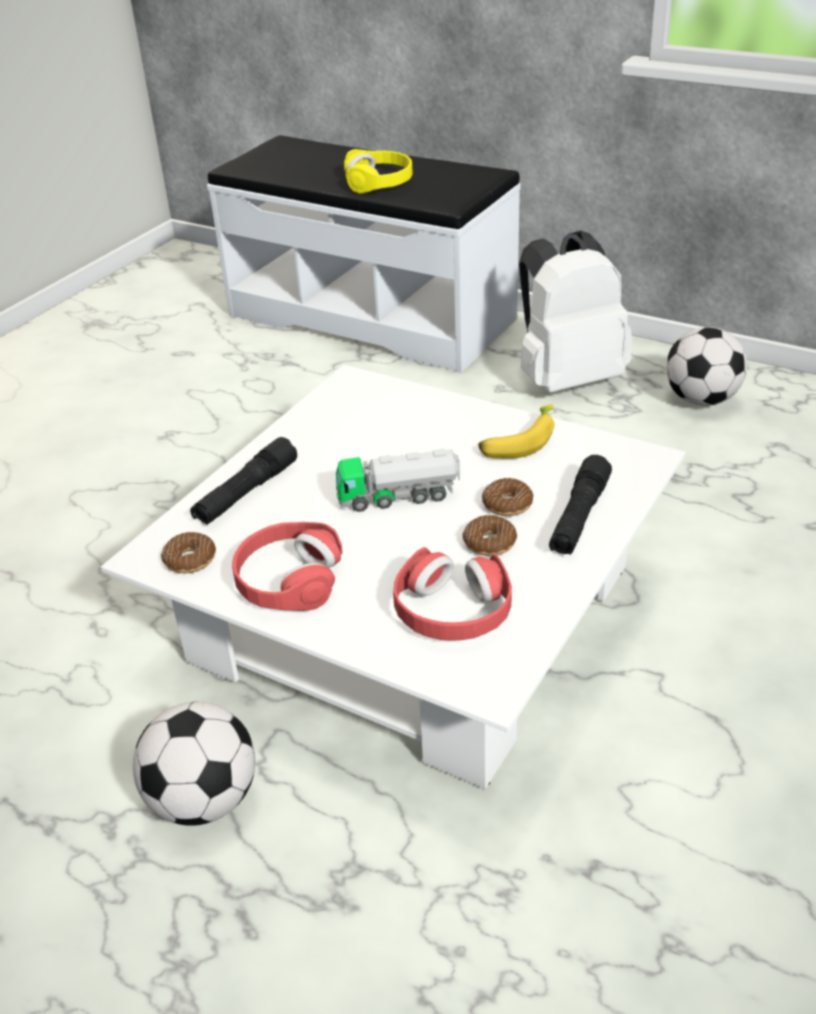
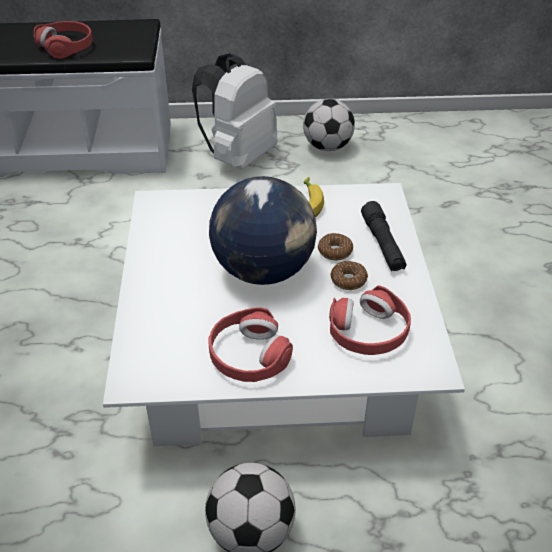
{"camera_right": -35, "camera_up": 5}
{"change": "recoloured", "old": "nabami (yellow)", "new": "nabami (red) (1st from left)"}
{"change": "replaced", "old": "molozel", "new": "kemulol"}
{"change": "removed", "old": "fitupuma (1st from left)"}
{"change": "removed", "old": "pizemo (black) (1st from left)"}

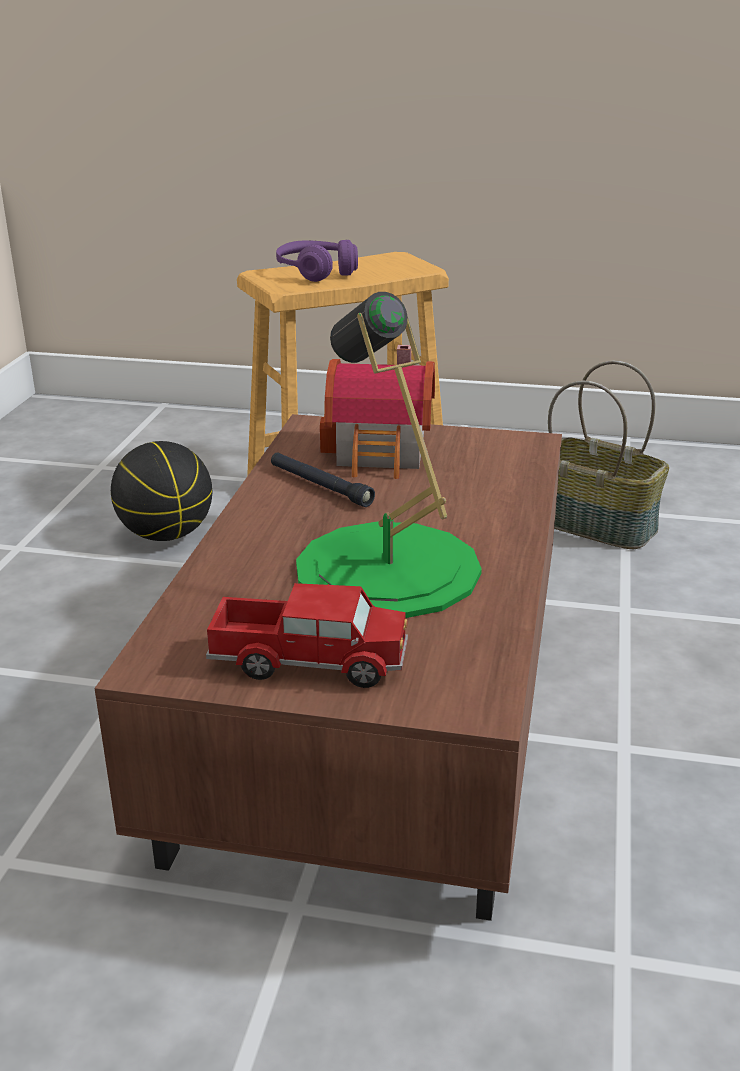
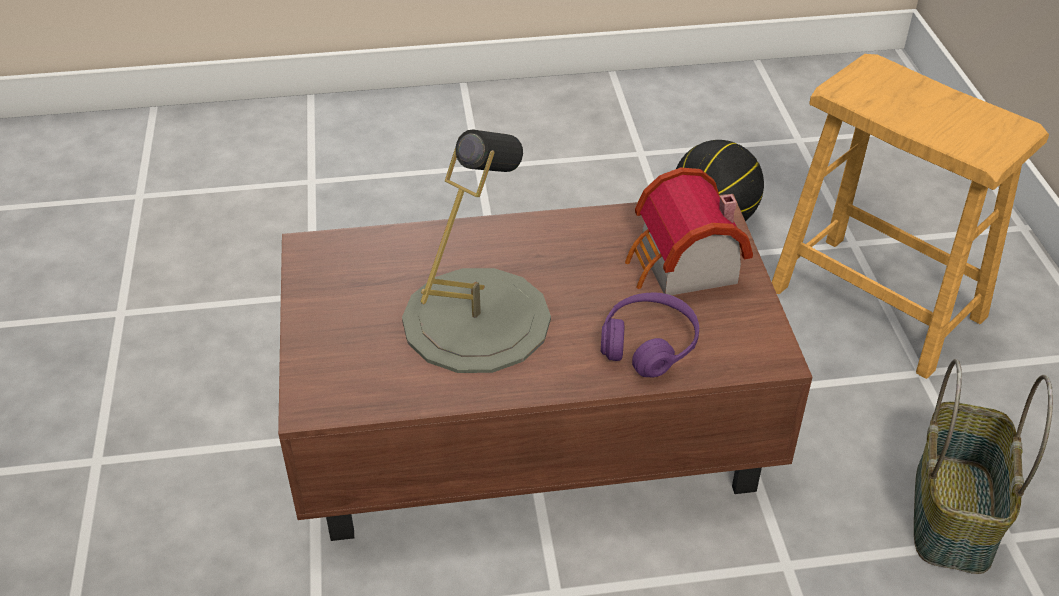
{"camera_right": 70, "camera_up": 15}
{"change": "recoloured", "old": "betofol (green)", "new": "betofol (grey)"}
{"change": "moved", "old": "nabami (purple)"}
{"change": "removed", "old": "molozel"}
{"change": "removed", "old": "pizemo (black)"}

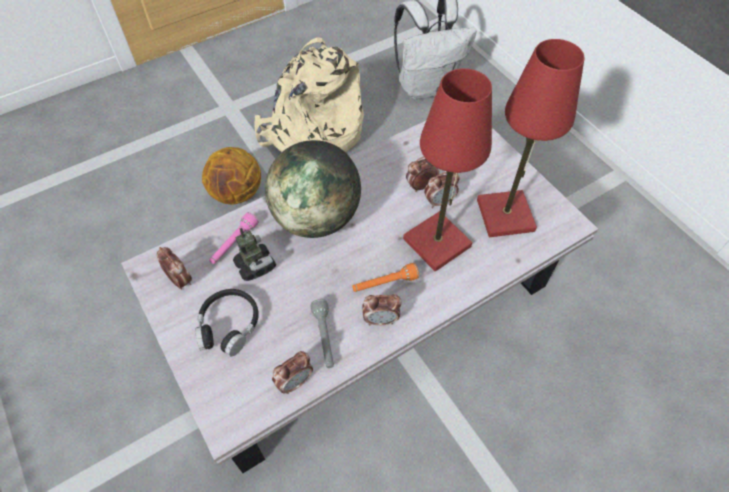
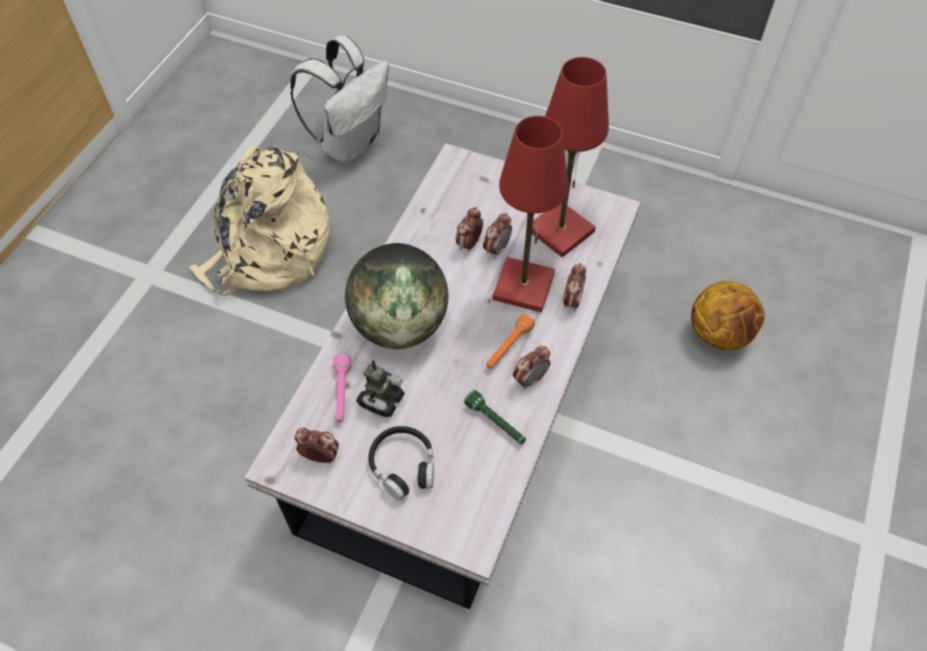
{"camera_right": -35, "camera_up": 0}
{"change": "turned", "old": "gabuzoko", "degrees": 90}
{"change": "recoloured", "old": "pizemo (grey)", "new": "pizemo (green)"}
{"change": "moved", "old": "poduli (2nd from left in the first image)", "new": "poduli (5th from left)"}
{"change": "moved", "old": "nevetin"}

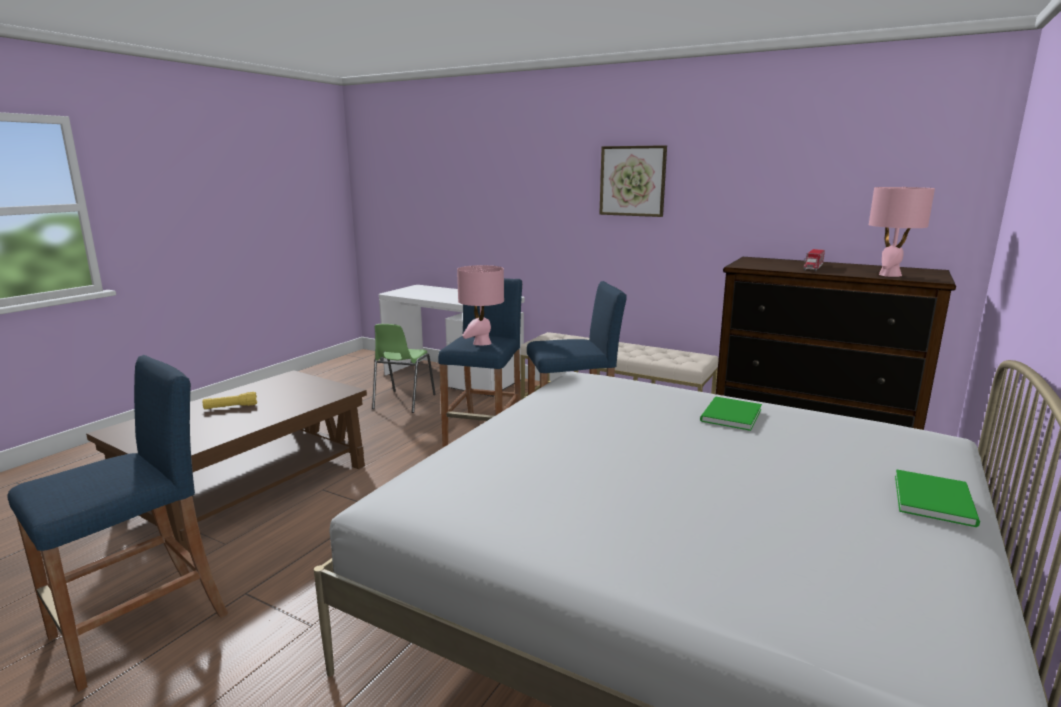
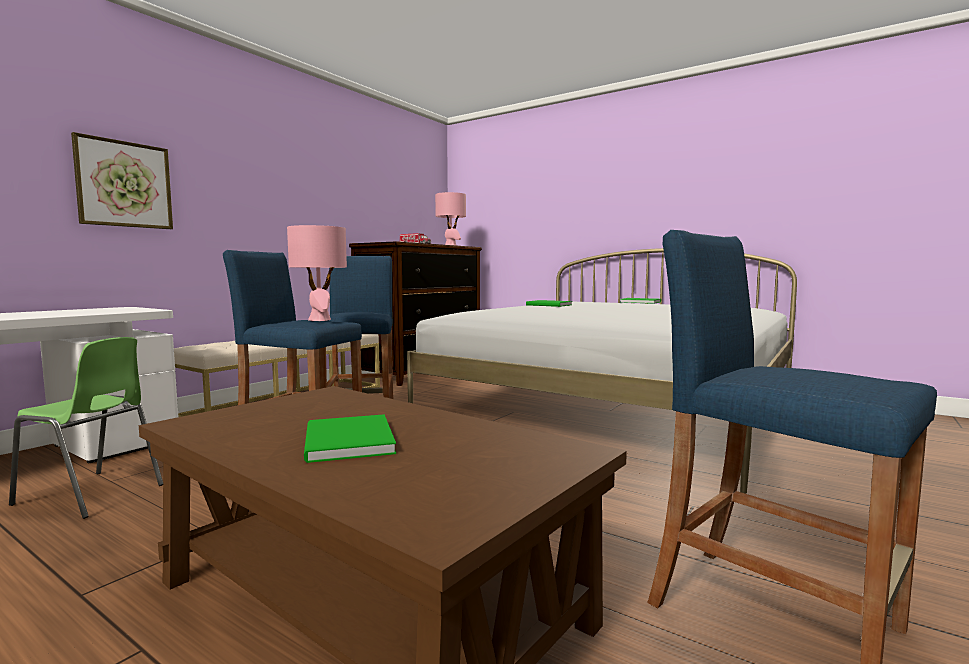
{"camera_right": -85, "camera_up": -10}
{"change": "moved", "old": "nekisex"}
{"change": "replaced", "old": "pizemo (yellow)", "new": "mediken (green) (1st from left)"}

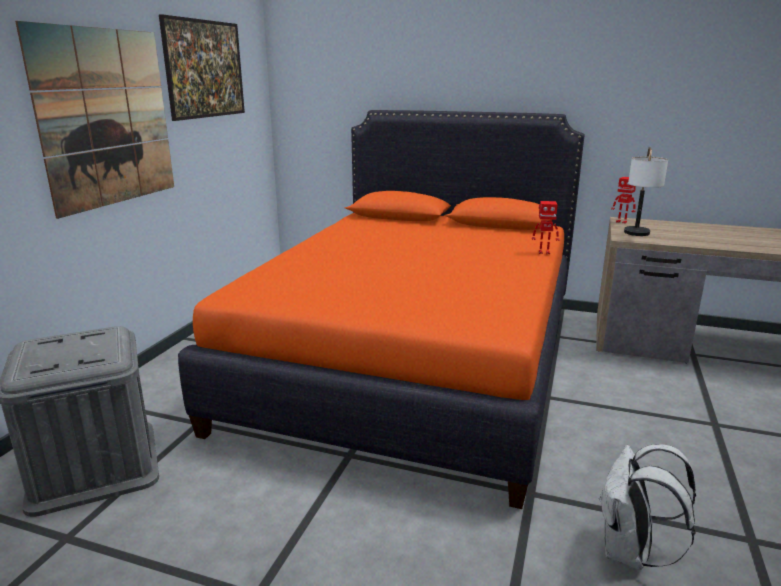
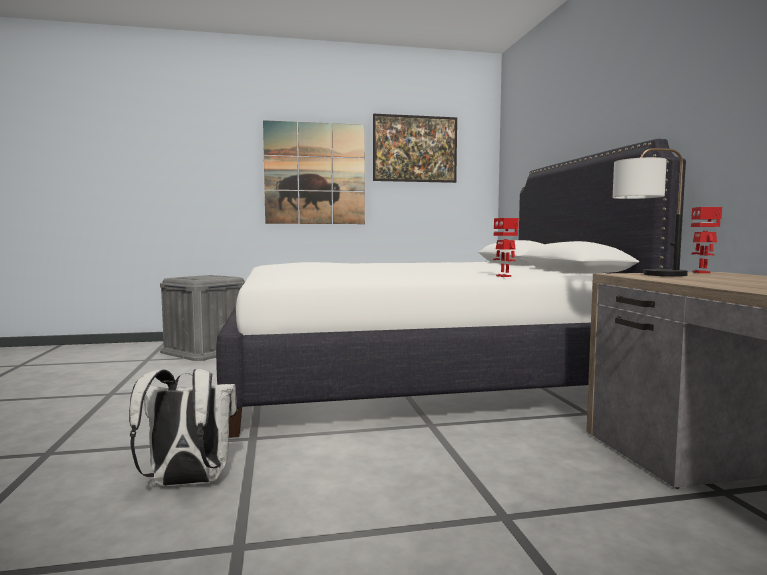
{"camera_right": 60, "camera_up": -15}
{"change": "recoloured", "old": "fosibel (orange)", "new": "fosibel (white)"}

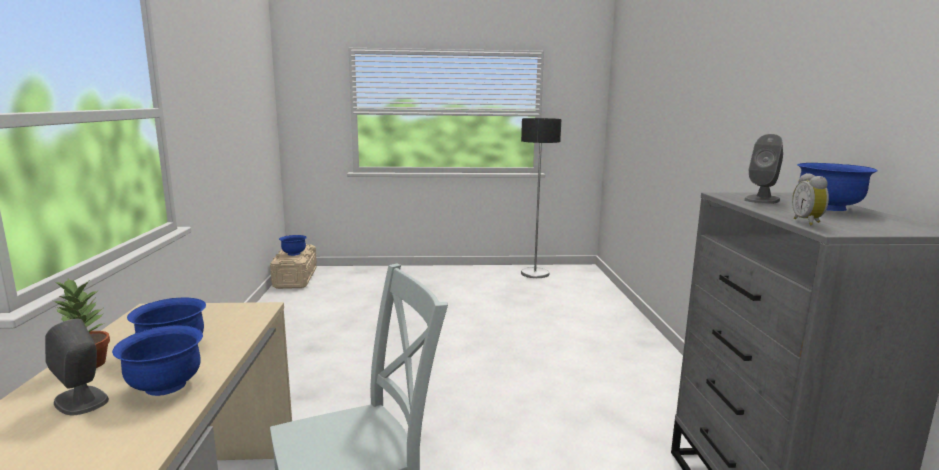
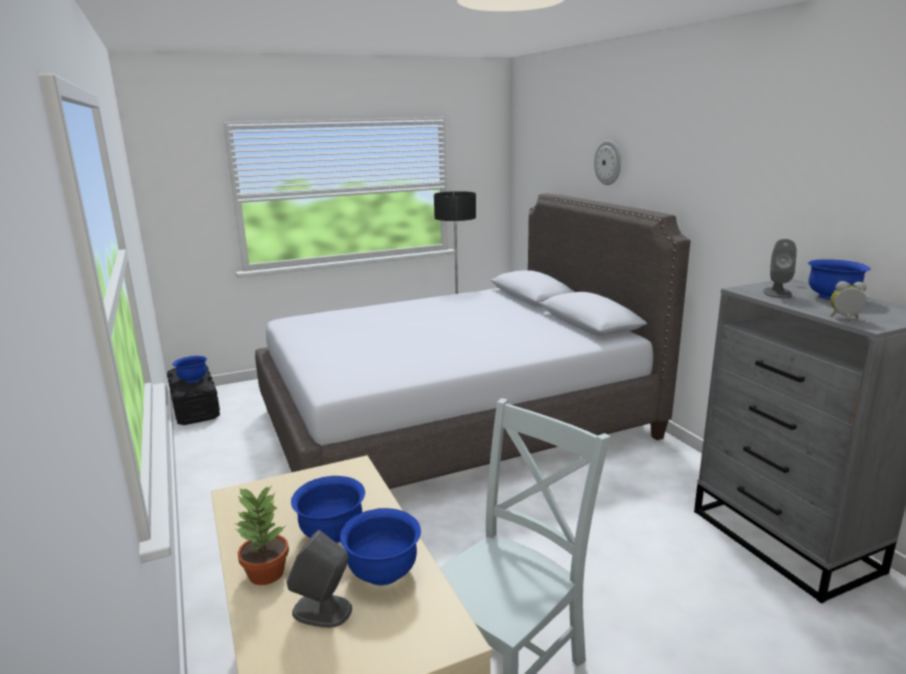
{"camera_right": -20, "camera_up": 5}
{"change": "recoloured", "old": "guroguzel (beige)", "new": "guroguzel (black)"}
{"change": "added", "new": "fosibel (grey)"}
{"change": "added", "new": "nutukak"}
{"change": "turned", "old": "poduli", "degrees": 120}

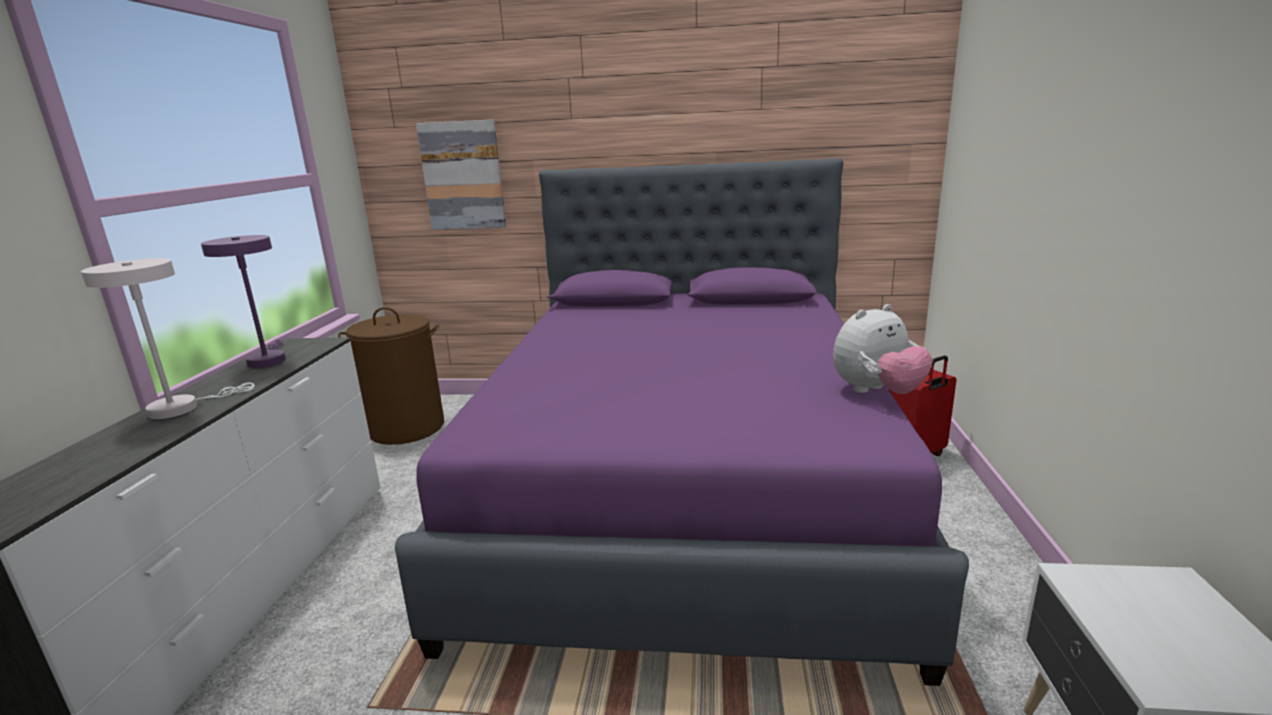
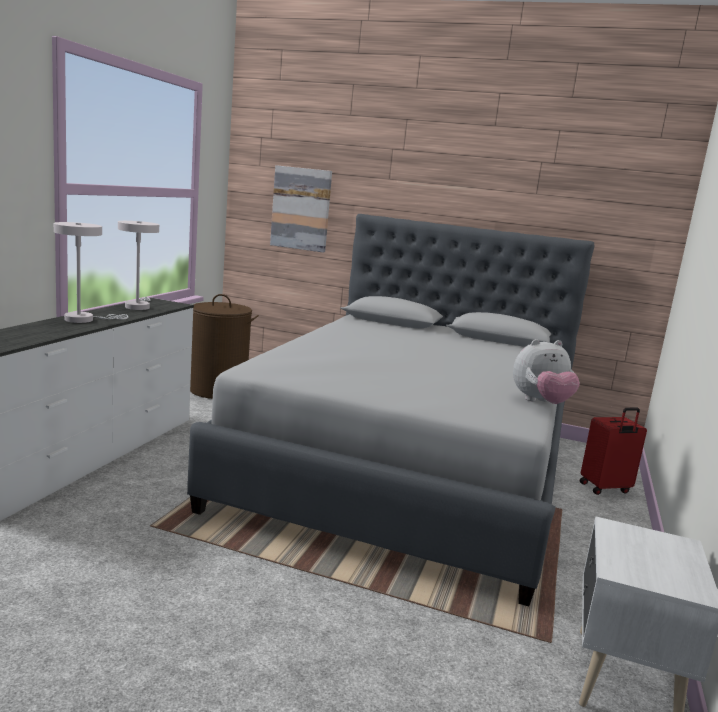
{"camera_right": 10, "camera_up": -5}
{"change": "recoloured", "old": "betofol (purple)", "new": "betofol (white) (2nd from left)"}
{"change": "recoloured", "old": "fosibel (purple)", "new": "fosibel (grey)"}

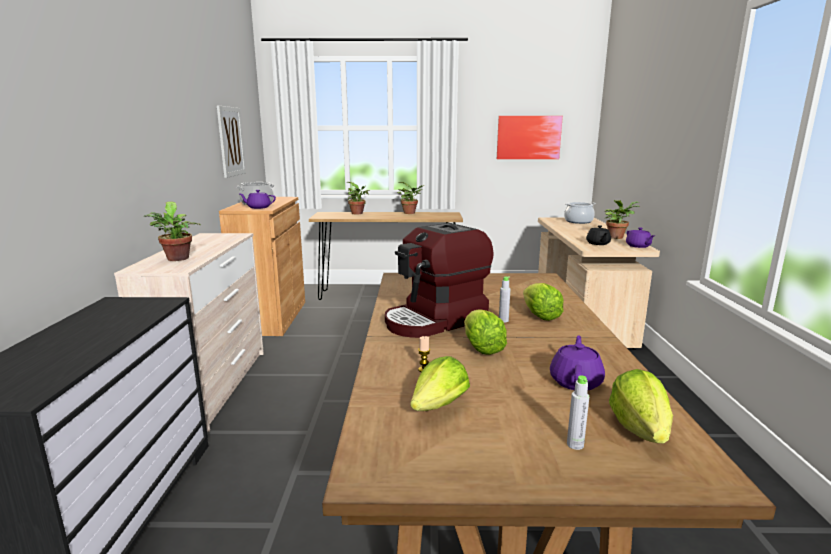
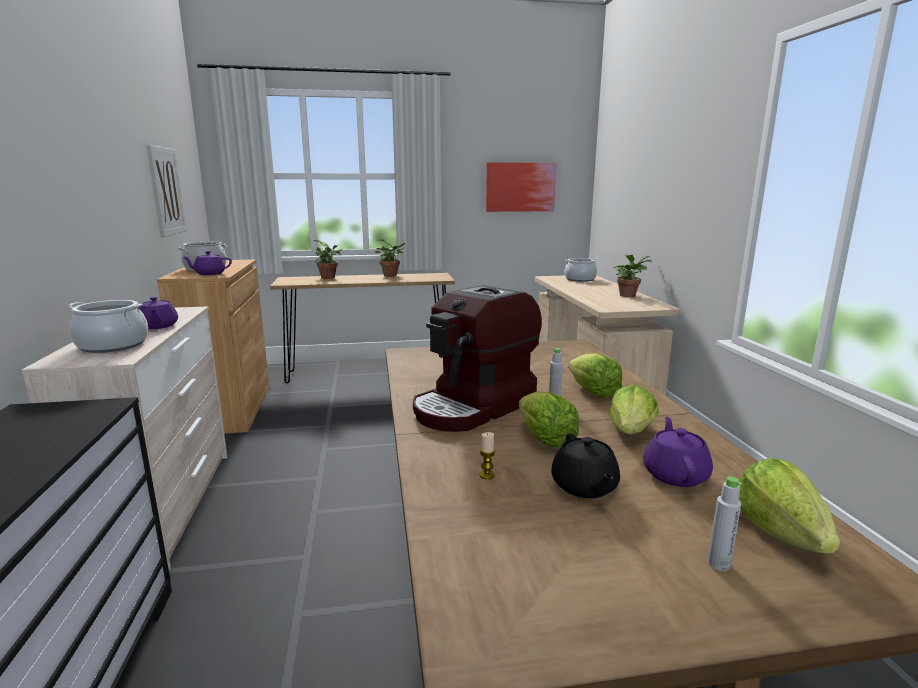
{"camera_right": -10, "camera_up": 0}
{"change": "replaced", "old": "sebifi (1st from left)", "new": "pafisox (1st from left)"}
{"change": "moved", "old": "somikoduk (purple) (3rd from left in the first image)", "new": "somikoduk (purple) (1st from left)"}
{"change": "moved", "old": "somikoduk (black)"}
{"change": "moved", "old": "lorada (1st from left in the first image)", "new": "lorada (3rd from left)"}

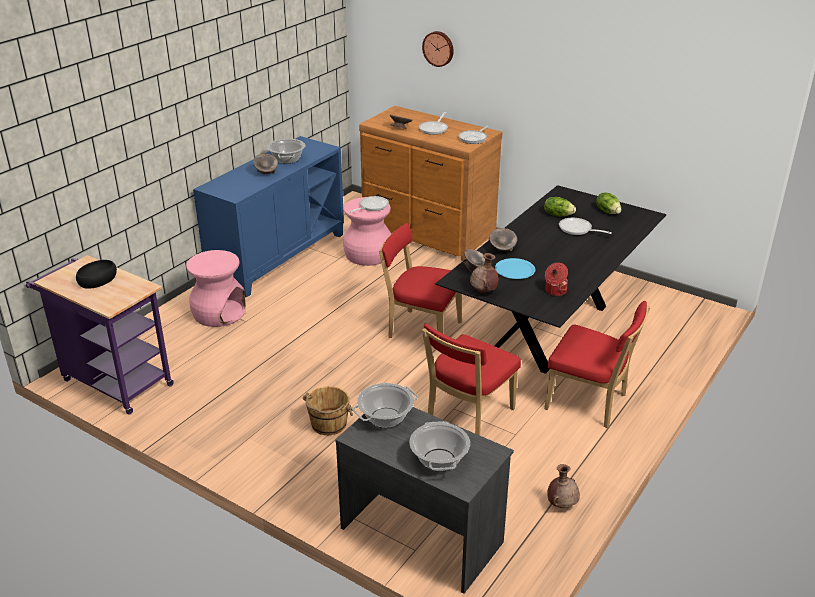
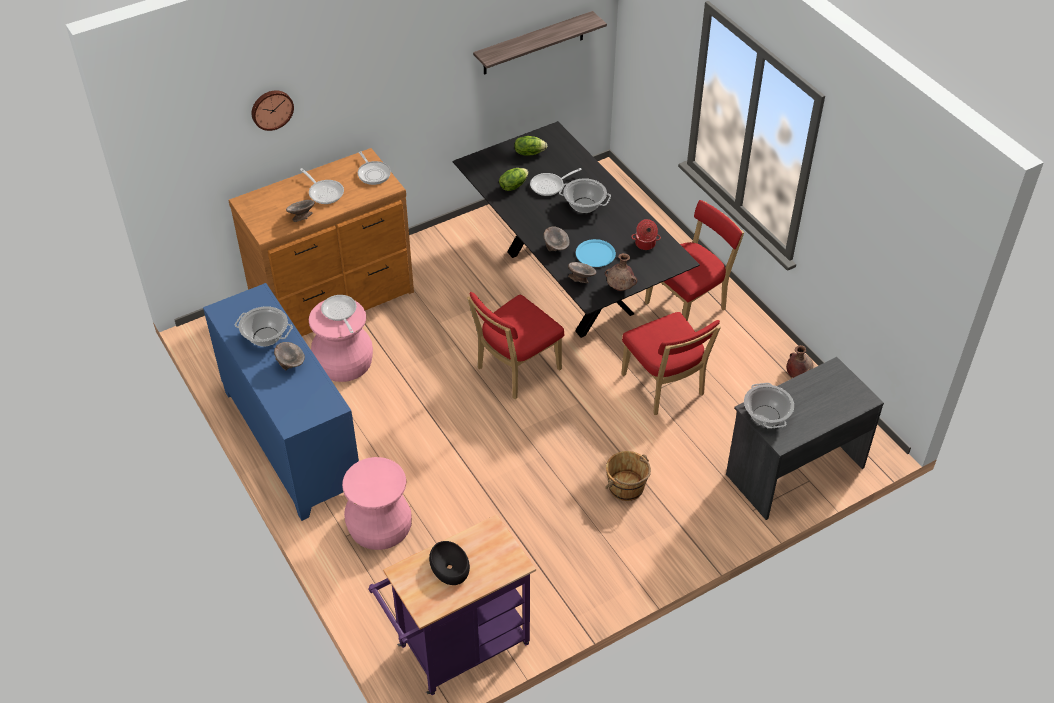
{"camera_right": -65, "camera_up": 15}
{"change": "added", "new": "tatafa"}
{"change": "moved", "old": "pafisox (3rd from left in the first image)", "new": "pafisox (2nd from left)"}

